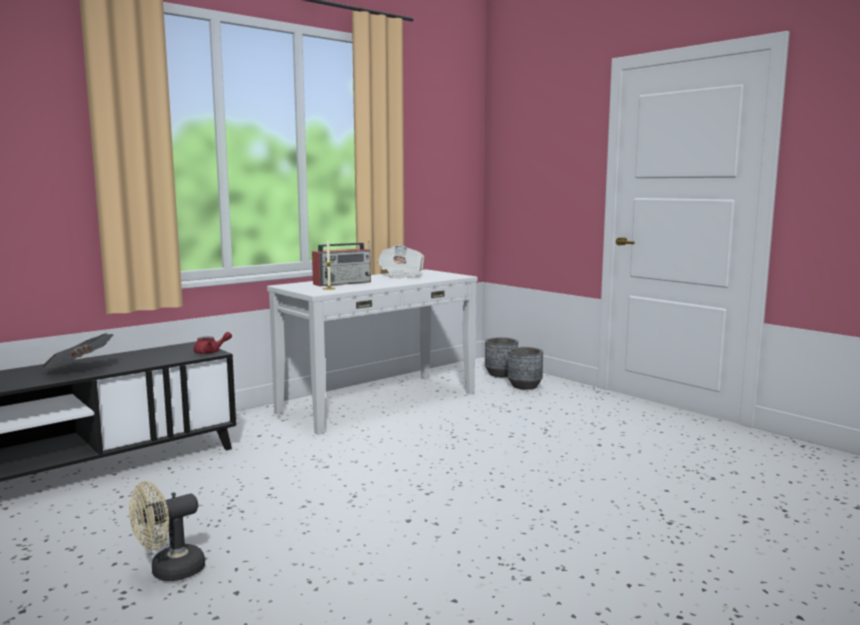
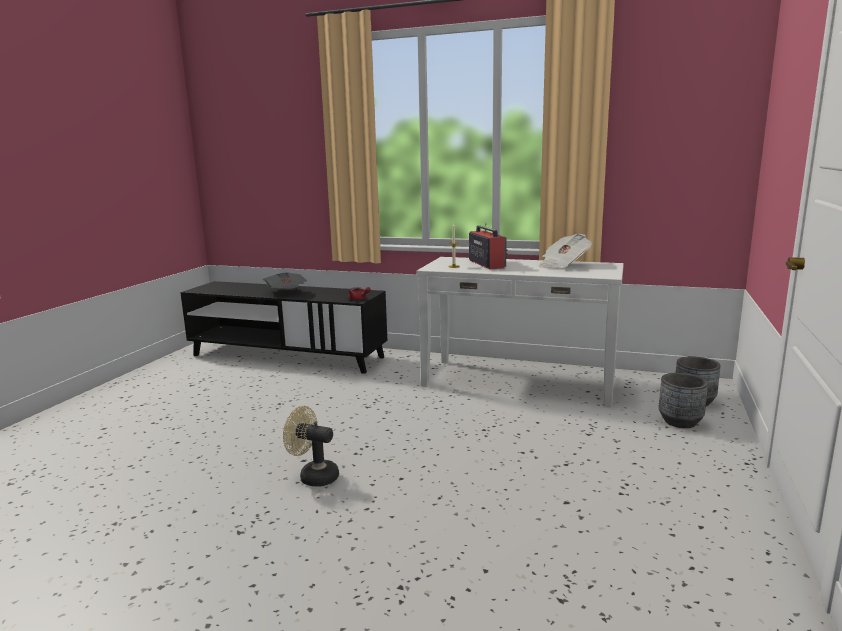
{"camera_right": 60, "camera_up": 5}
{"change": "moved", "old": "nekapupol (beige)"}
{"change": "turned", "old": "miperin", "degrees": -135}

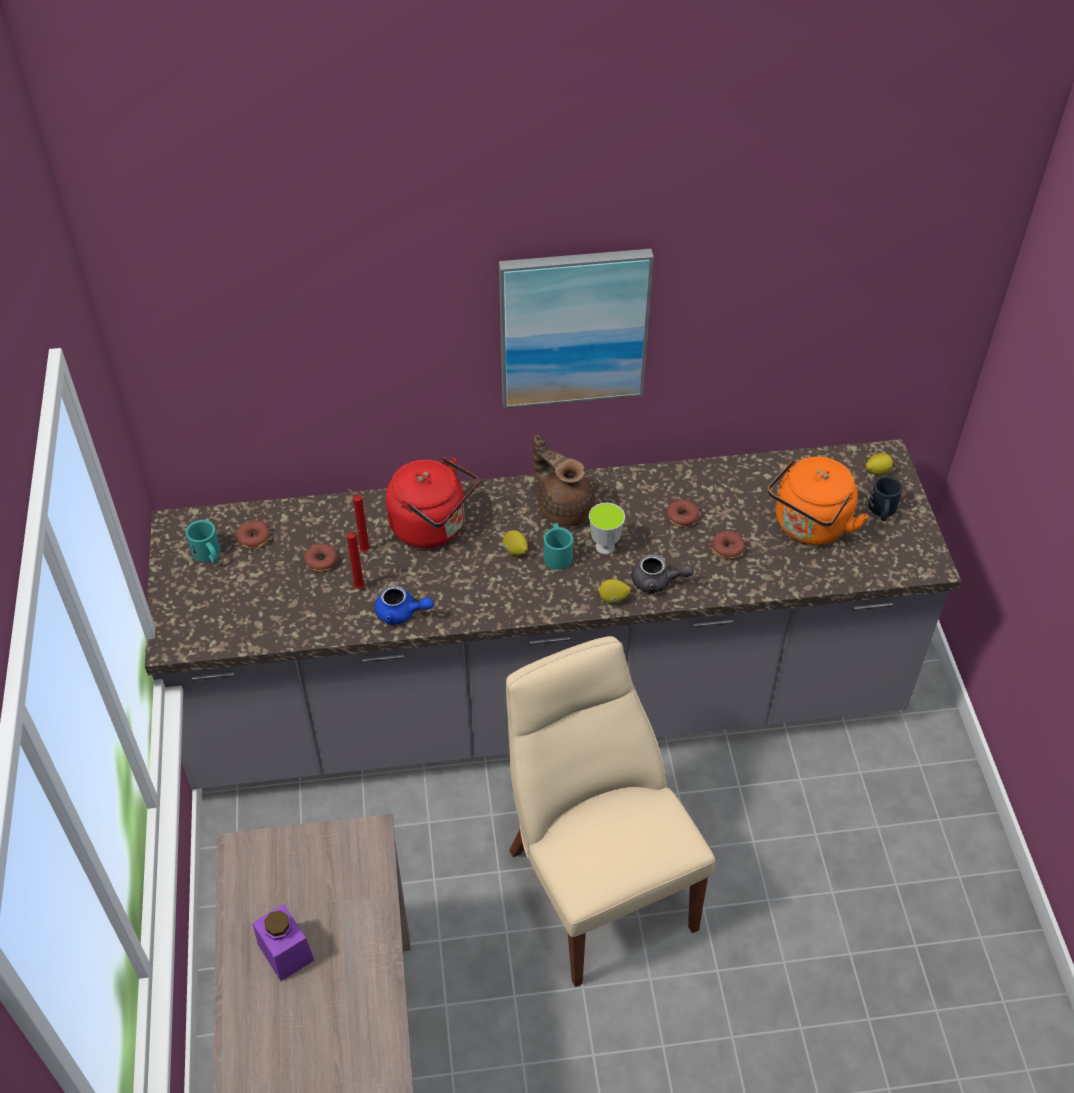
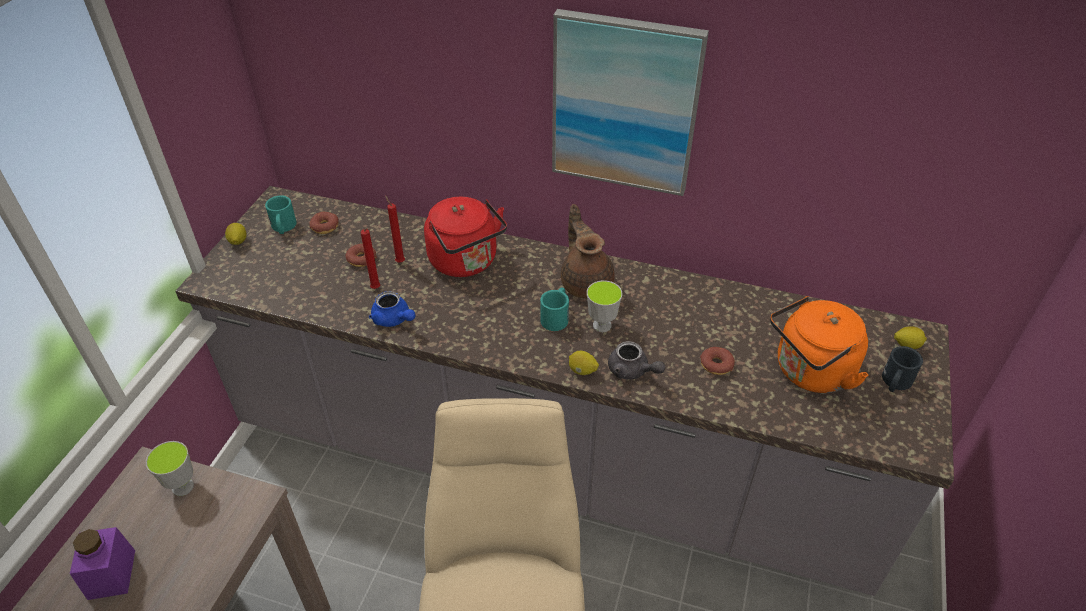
{"camera_right": 25, "camera_up": -5}
{"change": "added", "new": "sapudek (1st from left)"}
{"change": "moved", "old": "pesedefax (1st from left)"}
{"change": "removed", "old": "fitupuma (3rd from left)"}

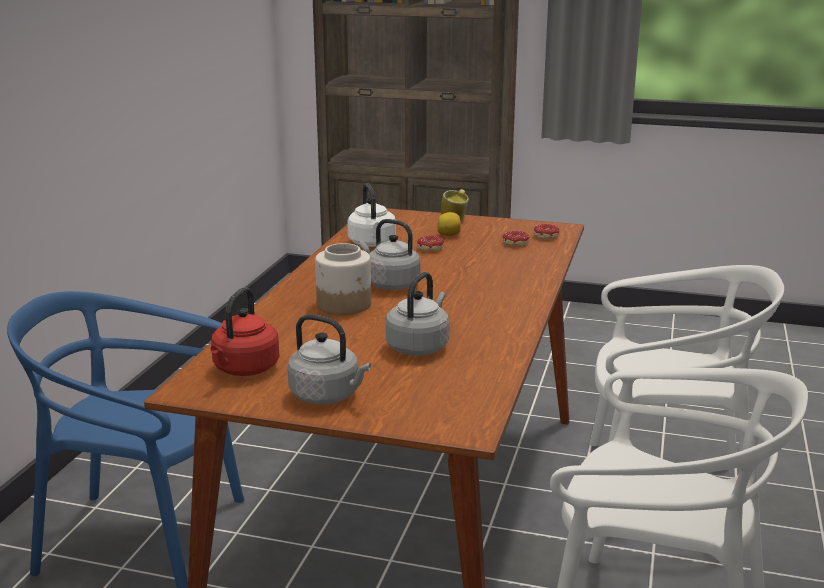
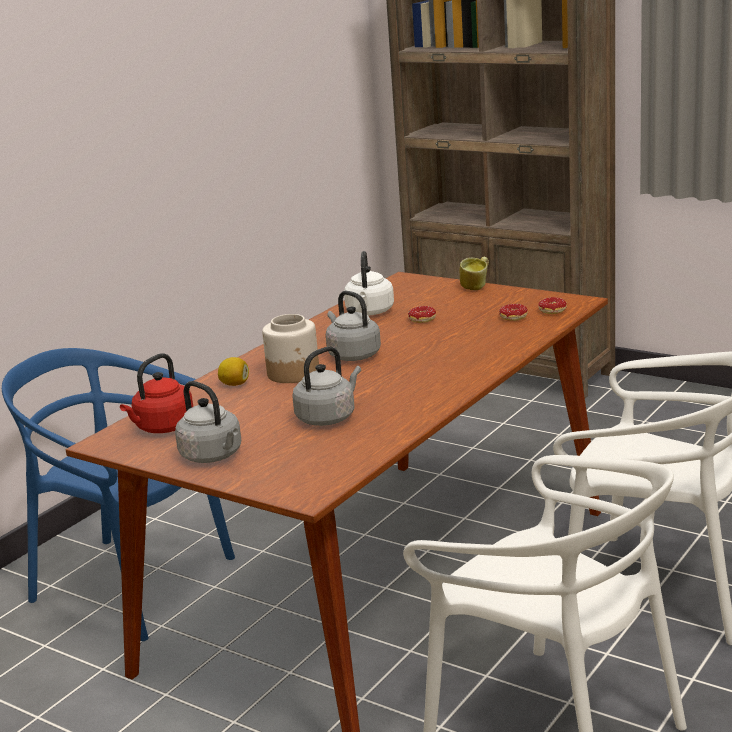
{"camera_right": 20, "camera_up": 0}
{"change": "moved", "old": "pesedefax"}

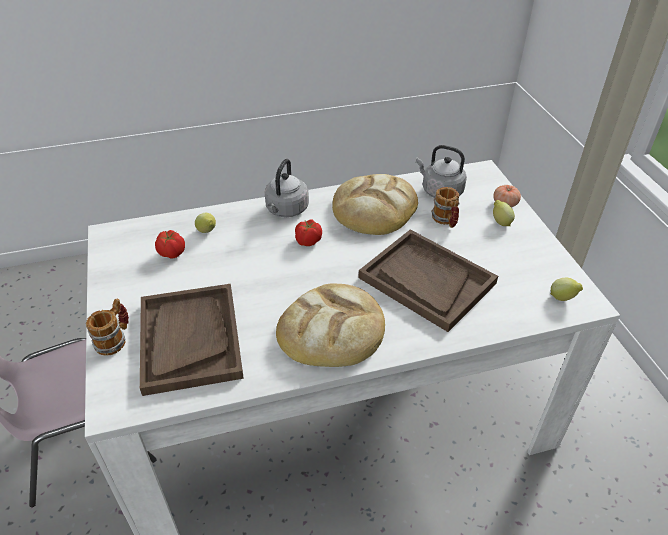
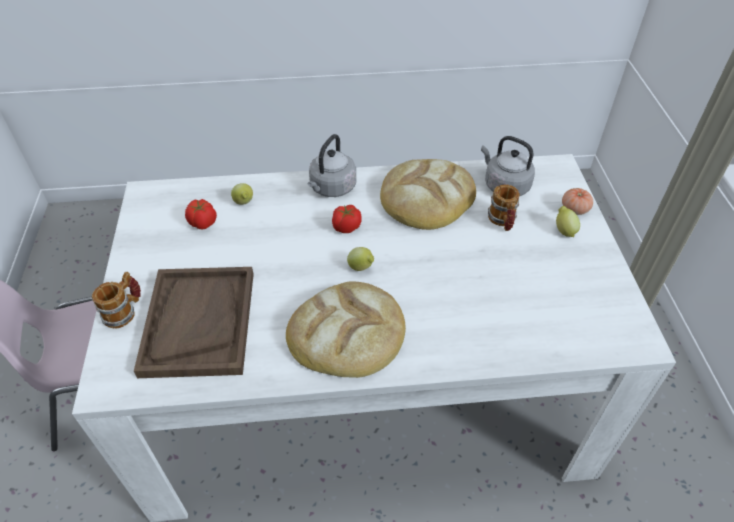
{"camera_right": 10, "camera_up": 5}
{"change": "moved", "old": "pesedefax (3rd from left in the first image)", "new": "pesedefax (2nd from left)"}
{"change": "removed", "old": "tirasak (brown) (2nd from left)"}

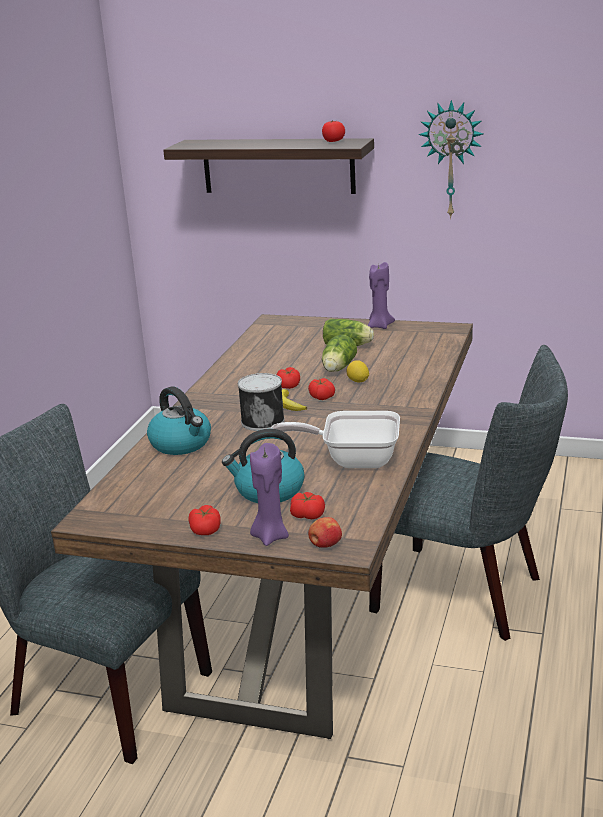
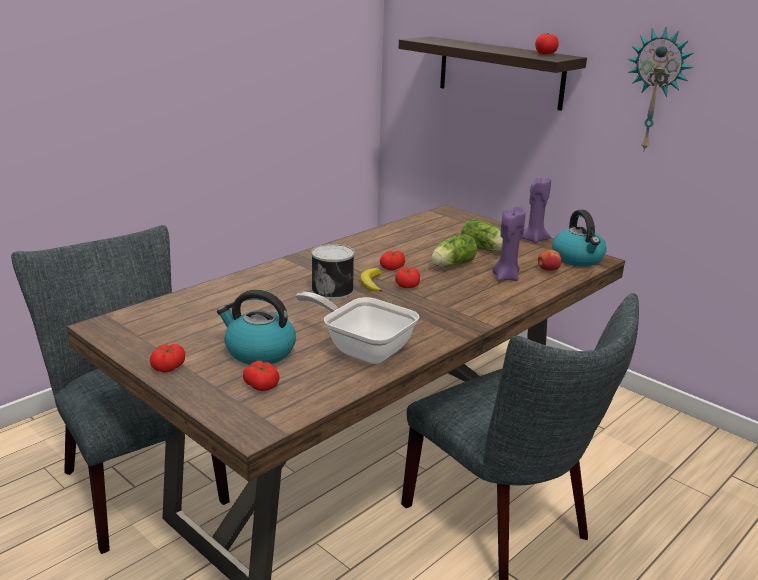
{"camera_right": 25, "camera_up": 0}
{"change": "moved", "old": "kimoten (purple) (1st from left)"}
{"change": "moved", "old": "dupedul"}
{"change": "moved", "old": "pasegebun (1st from left in the first image)", "new": "pasegebun (2nd from left)"}
{"change": "removed", "old": "pesedefax"}

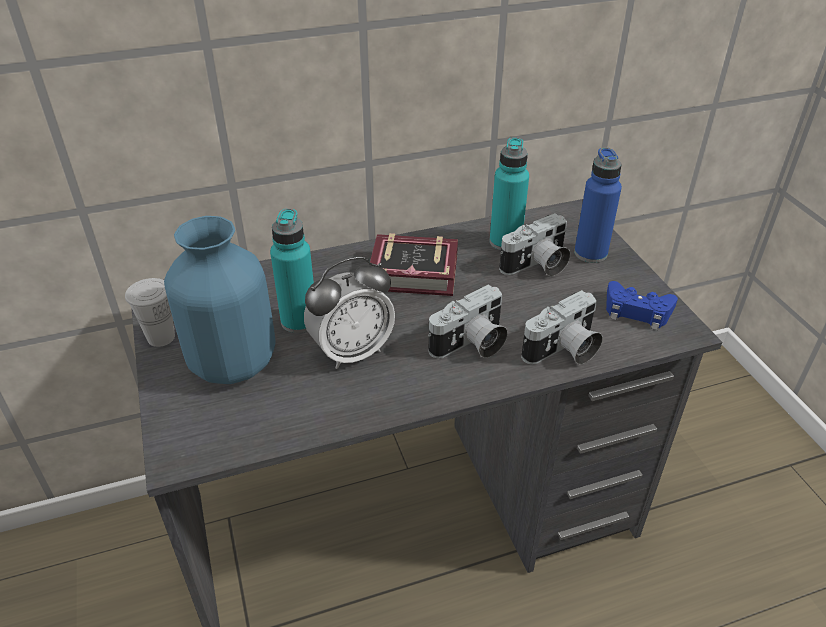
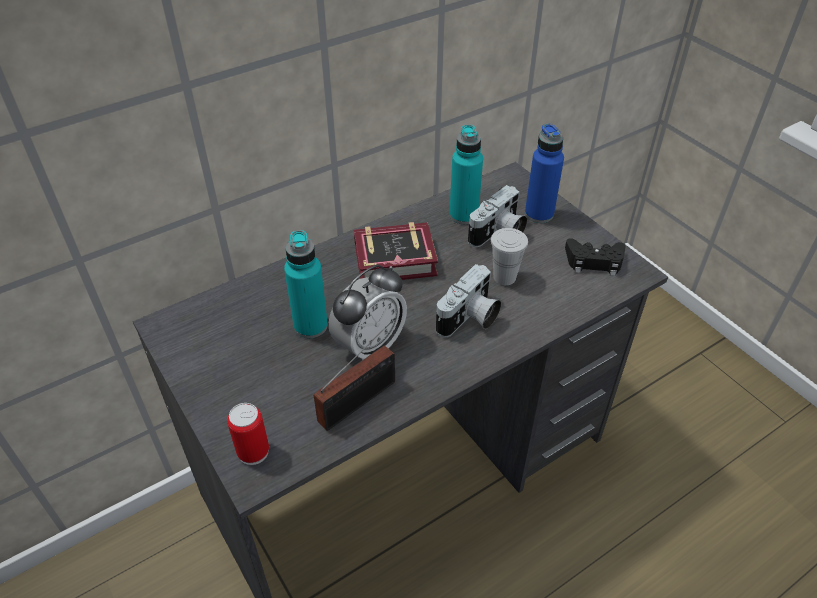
{"camera_right": -15, "camera_up": 5}
{"change": "added", "new": "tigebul"}
{"change": "added", "new": "miperin"}
{"change": "moved", "old": "sapudek (white)"}
{"change": "recoloured", "old": "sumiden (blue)", "new": "sumiden (black)"}
{"change": "removed", "old": "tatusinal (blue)"}
{"change": "removed", "old": "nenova (3rd from left)"}

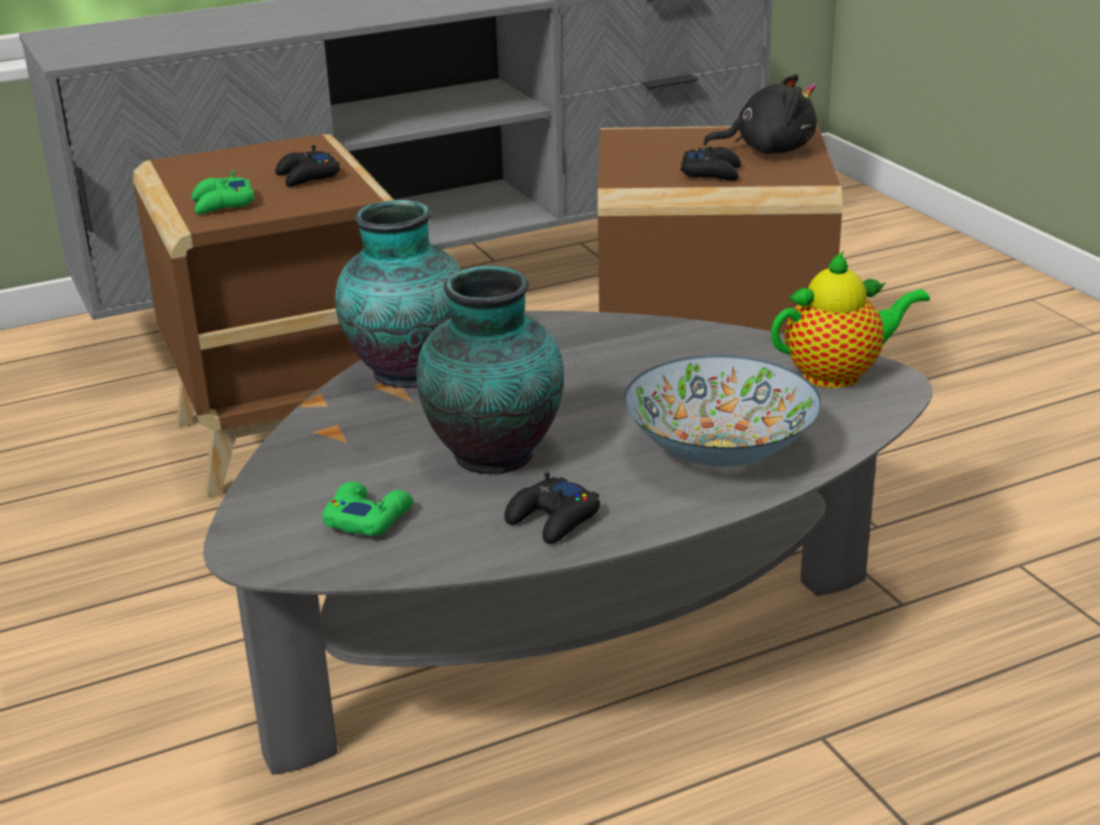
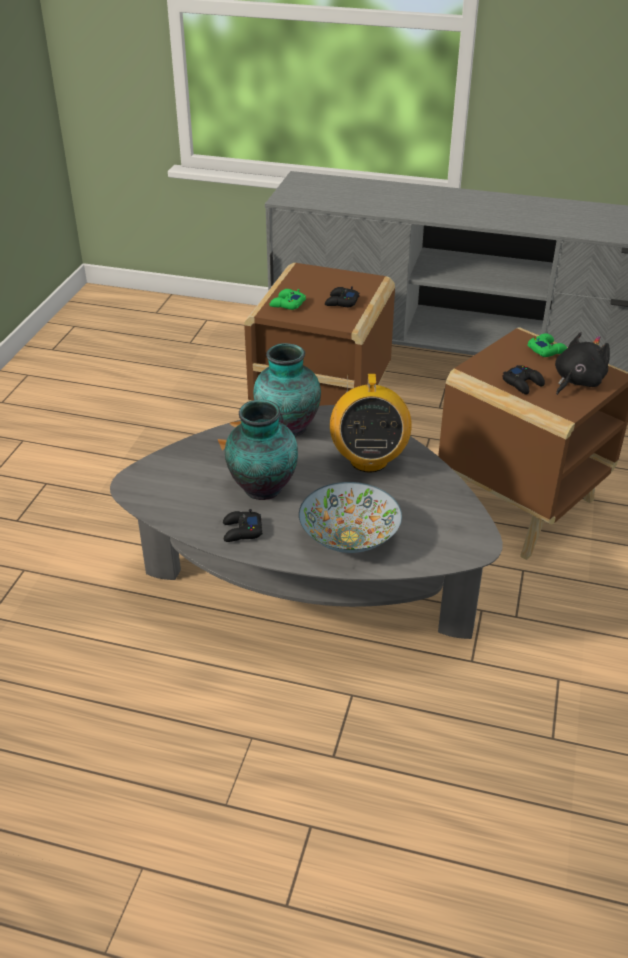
{"camera_right": 40, "camera_up": 10}
{"change": "added", "new": "miperin"}
{"change": "moved", "old": "sumiden (green) (2nd from left)"}
{"change": "turned", "old": "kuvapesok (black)", "degrees": -90}
{"change": "removed", "old": "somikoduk"}

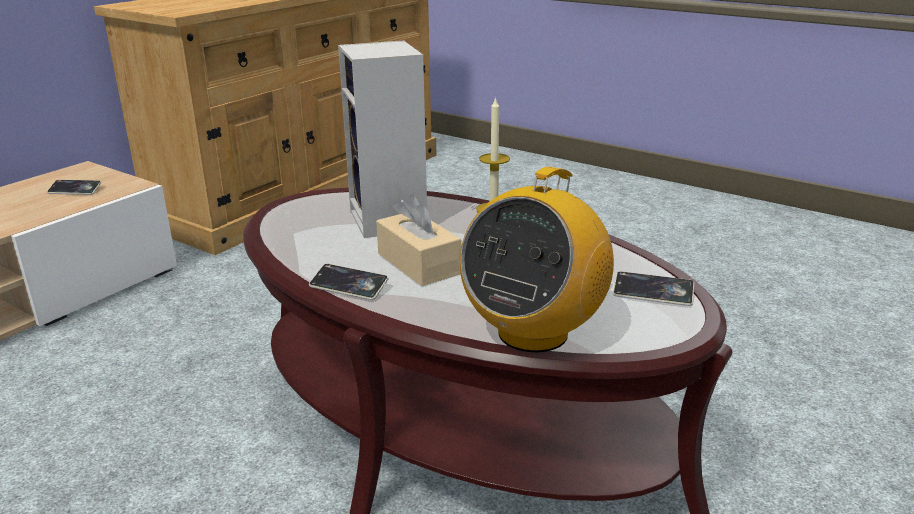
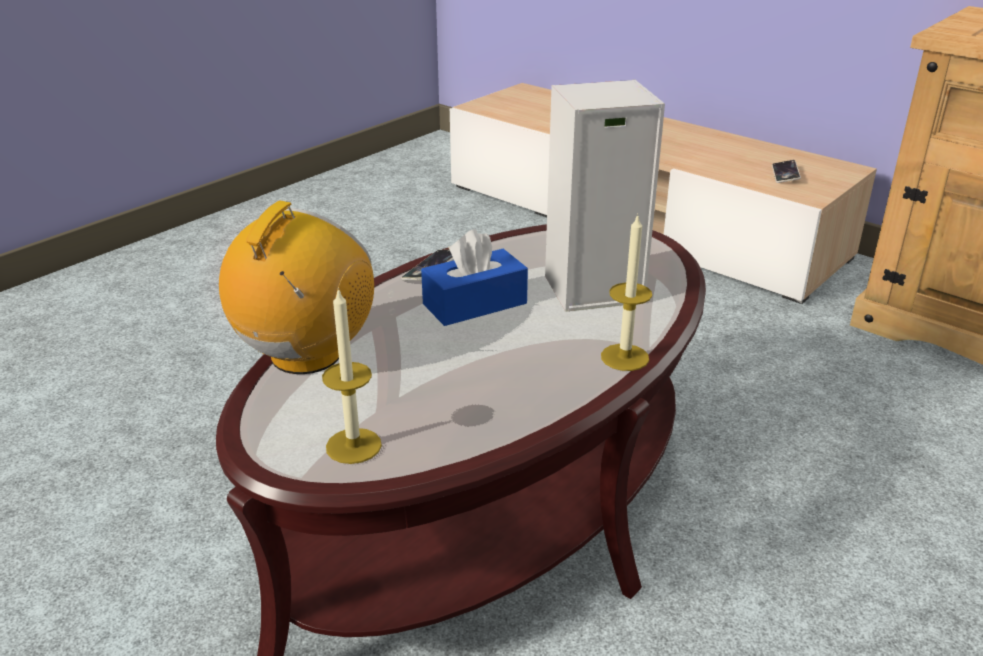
{"camera_right": 95, "camera_up": 5}
{"change": "turned", "old": "miperin", "degrees": 75}
{"change": "replaced", "old": "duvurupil (3rd from left)", "new": "kimoten (1st from left)"}
{"change": "recoloured", "old": "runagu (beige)", "new": "runagu (blue)"}

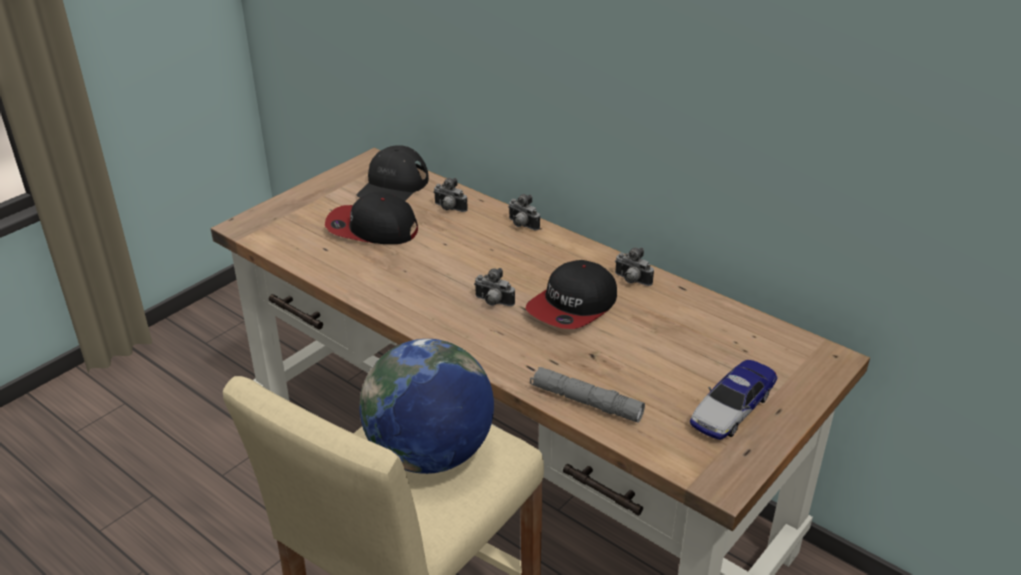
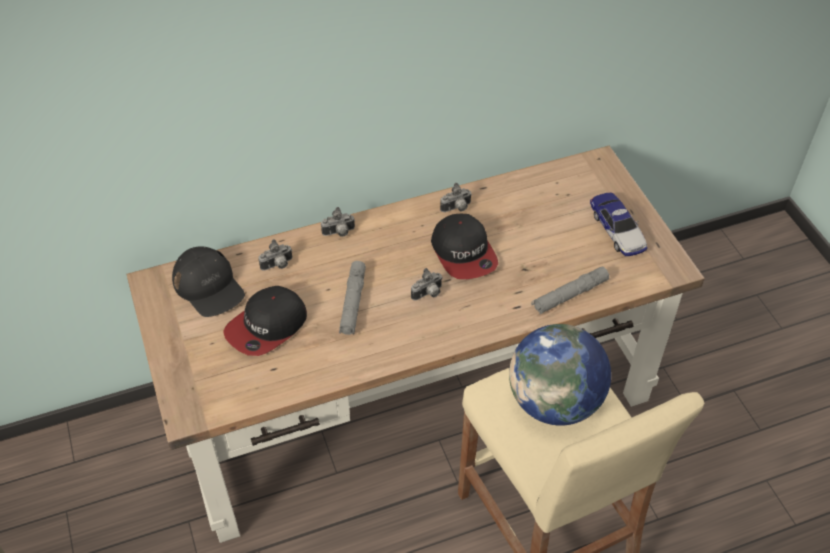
{"camera_right": -60, "camera_up": 15}
{"change": "added", "new": "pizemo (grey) (1st from left)"}

